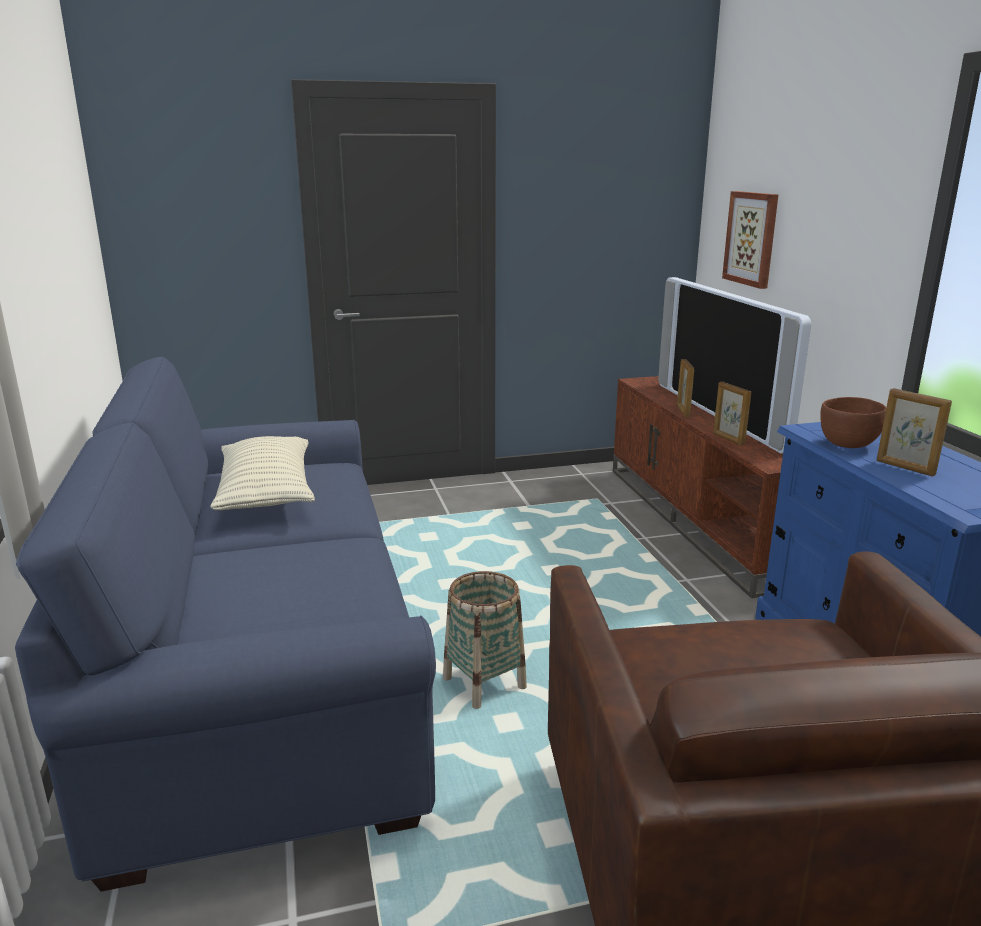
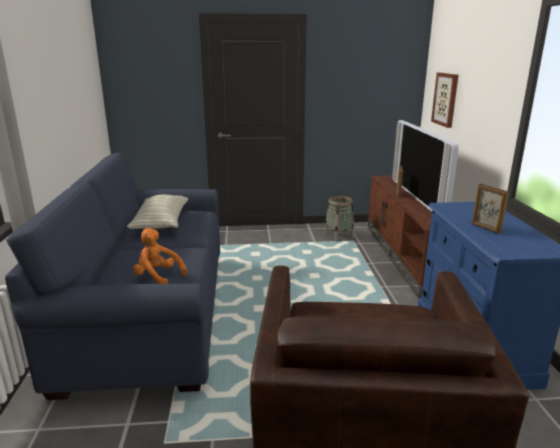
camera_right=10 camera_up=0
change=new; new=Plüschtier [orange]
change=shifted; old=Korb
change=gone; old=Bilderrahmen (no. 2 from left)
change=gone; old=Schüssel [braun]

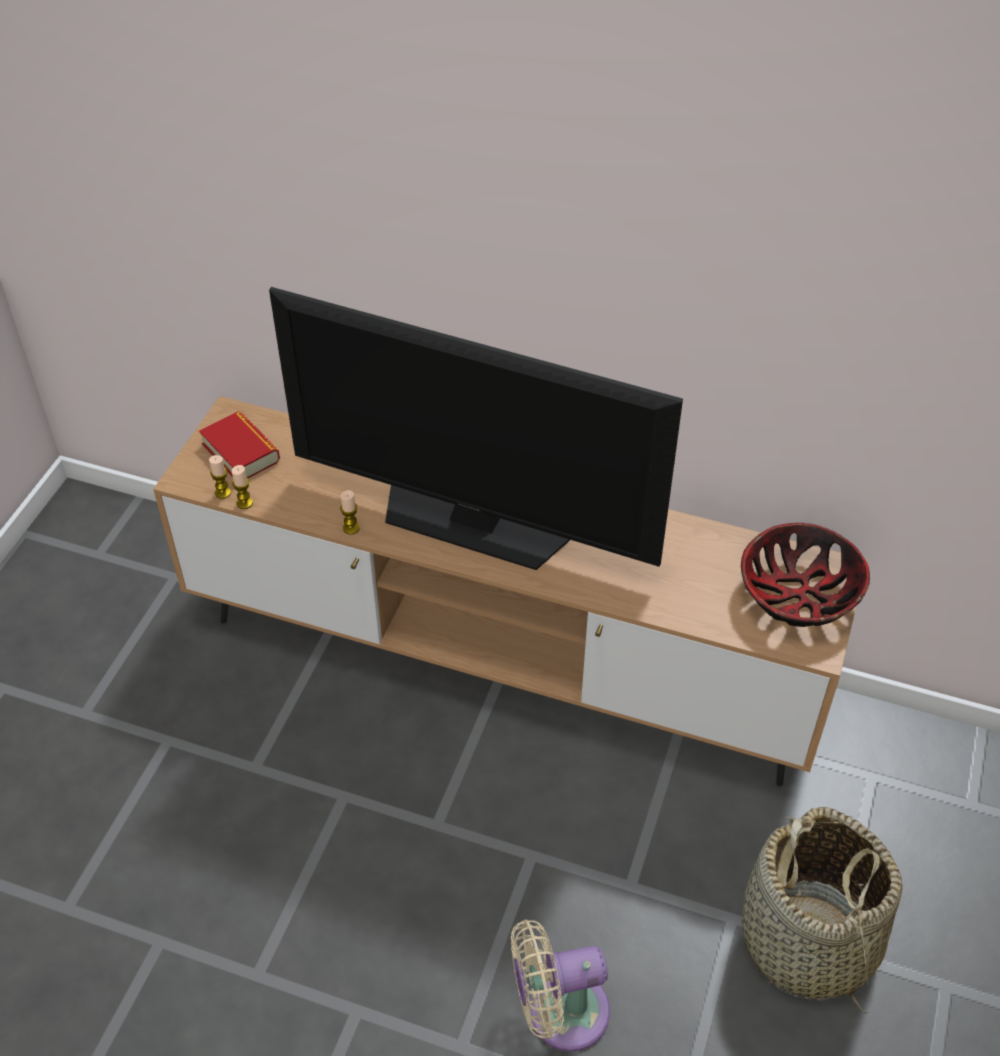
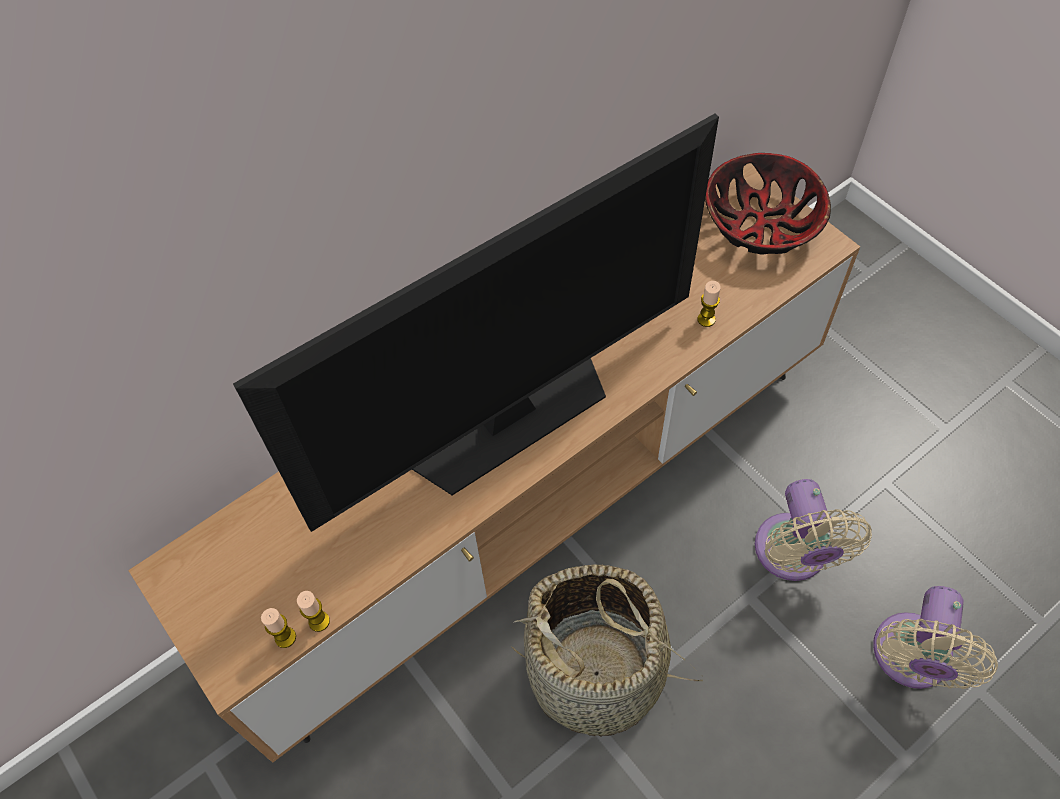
camera_right=-55 camera_up=10
change=shifted; old=Korb
change=shifted; old=Kerze (no. 3 from left)
change=new; new=Ventilator [beige] (no. 1 from left)
change=gone; old=Buch

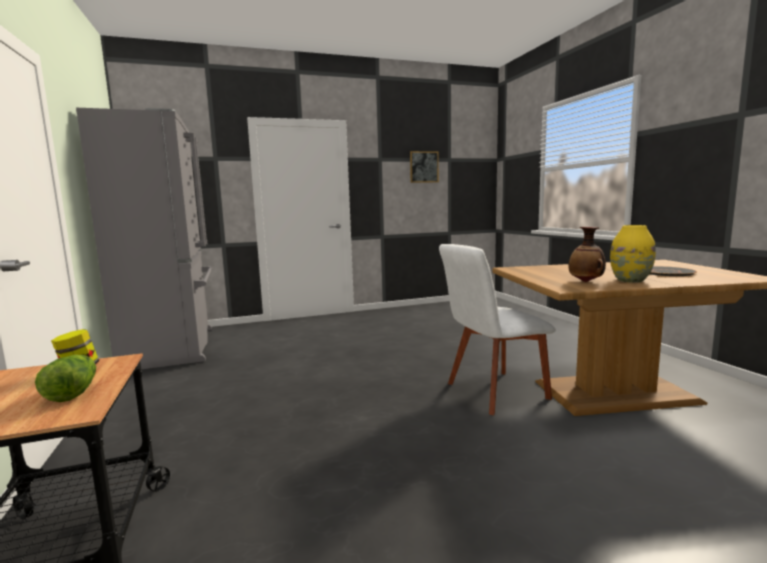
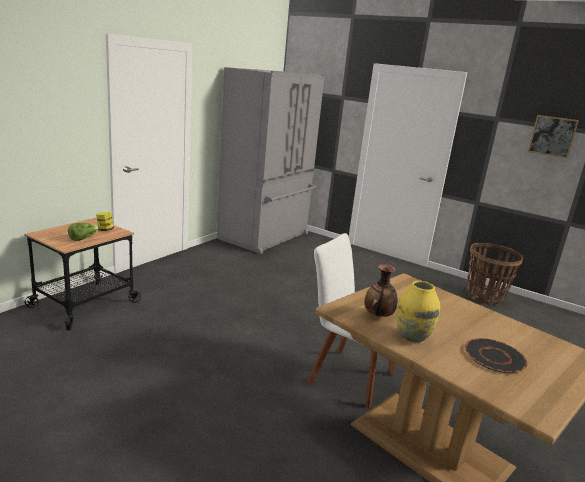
camera_right=50 camera_up=10
change=new; new=Korb

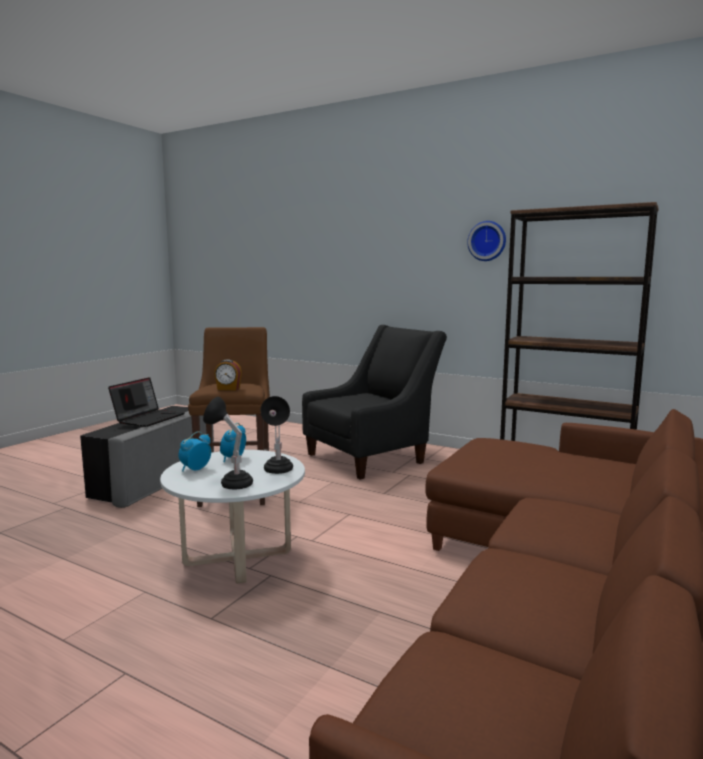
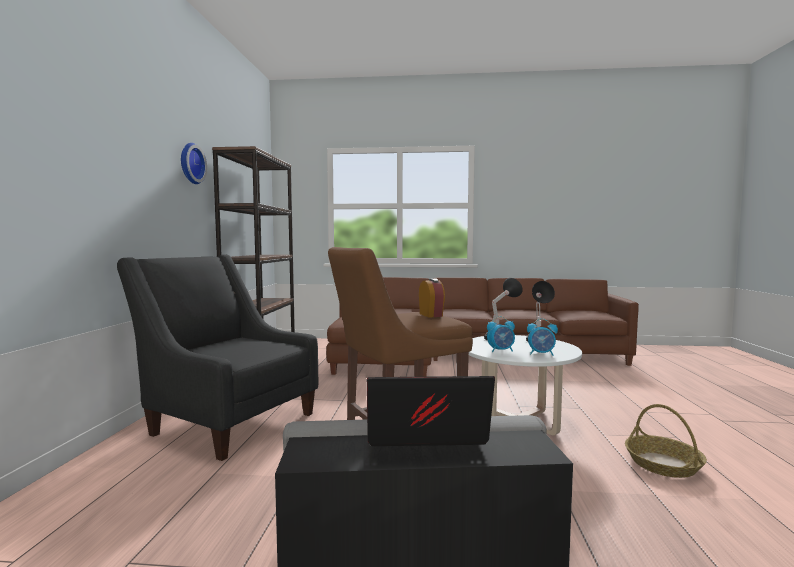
camera_right=-115 camera_up=-5
change=new; new=Korb

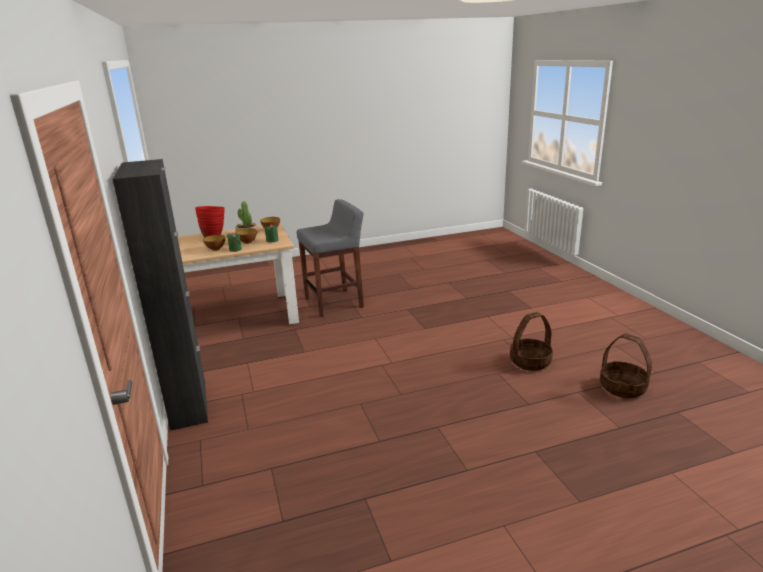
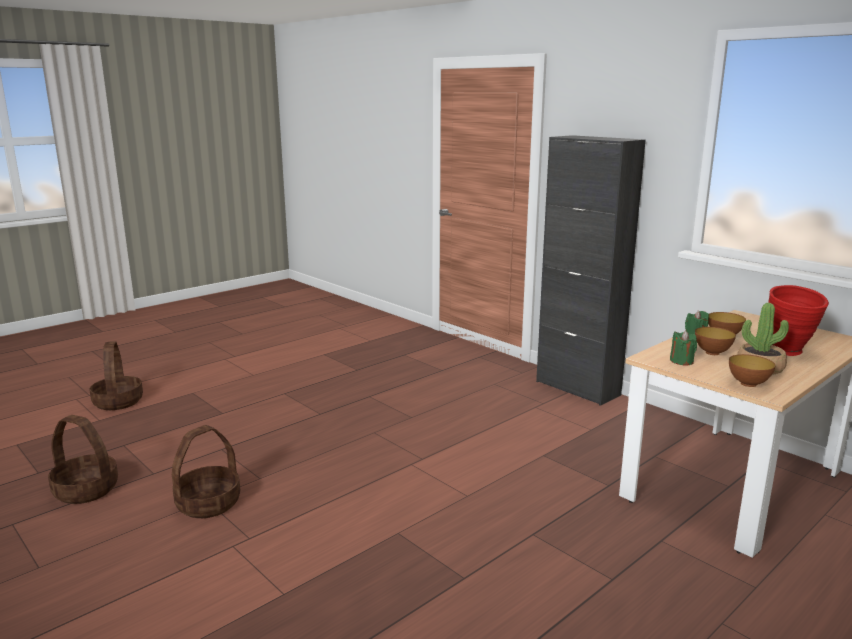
camera_right=155 camera_up=-5
change=new; new=Korb (no. 2 from left)
change=gone; old=Hocker [grau]

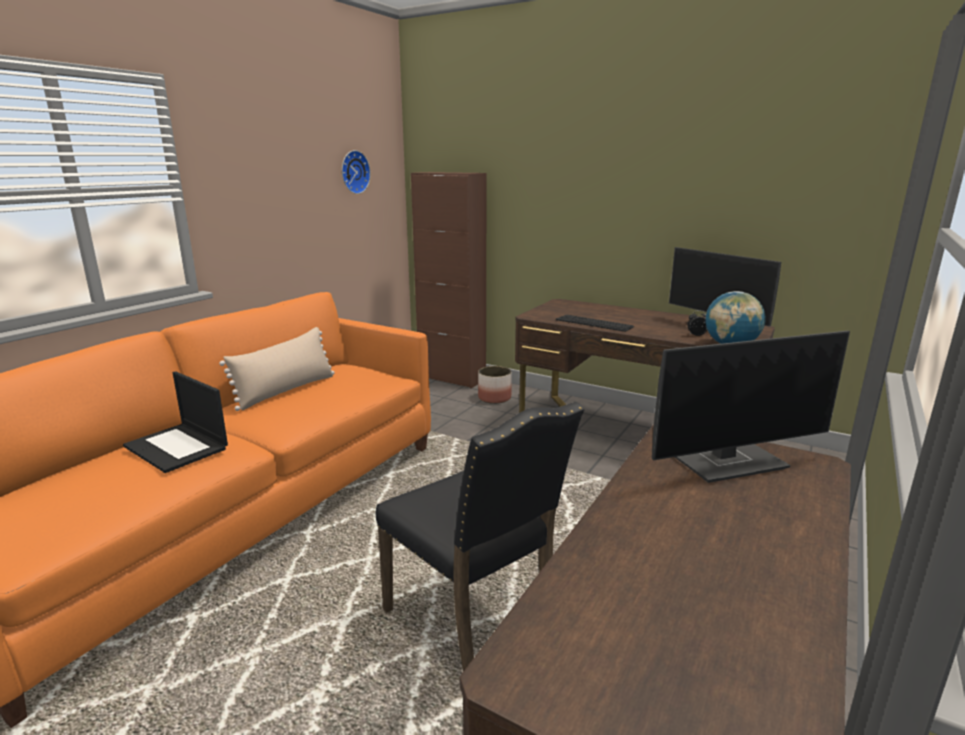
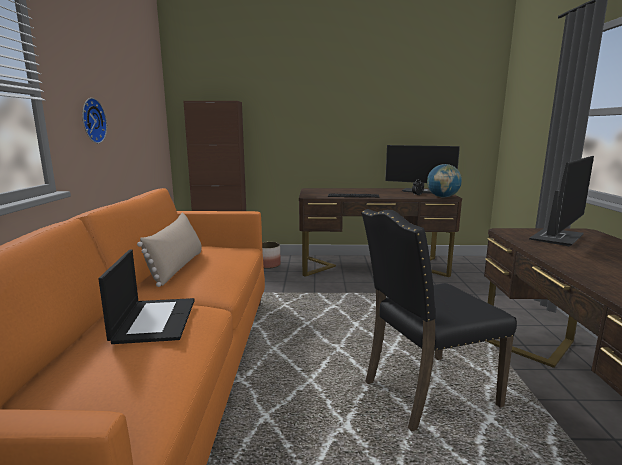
camera_right=-30 camera_up=-5
change=shifted; old=Wanduhr
change=rotated; old=Laptop; degrees=-105
change=rotated; old=Stuhl [schwarz]; degrees=135

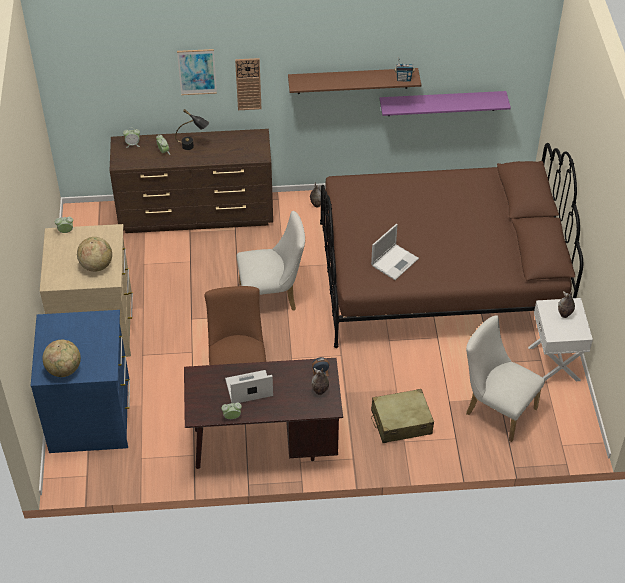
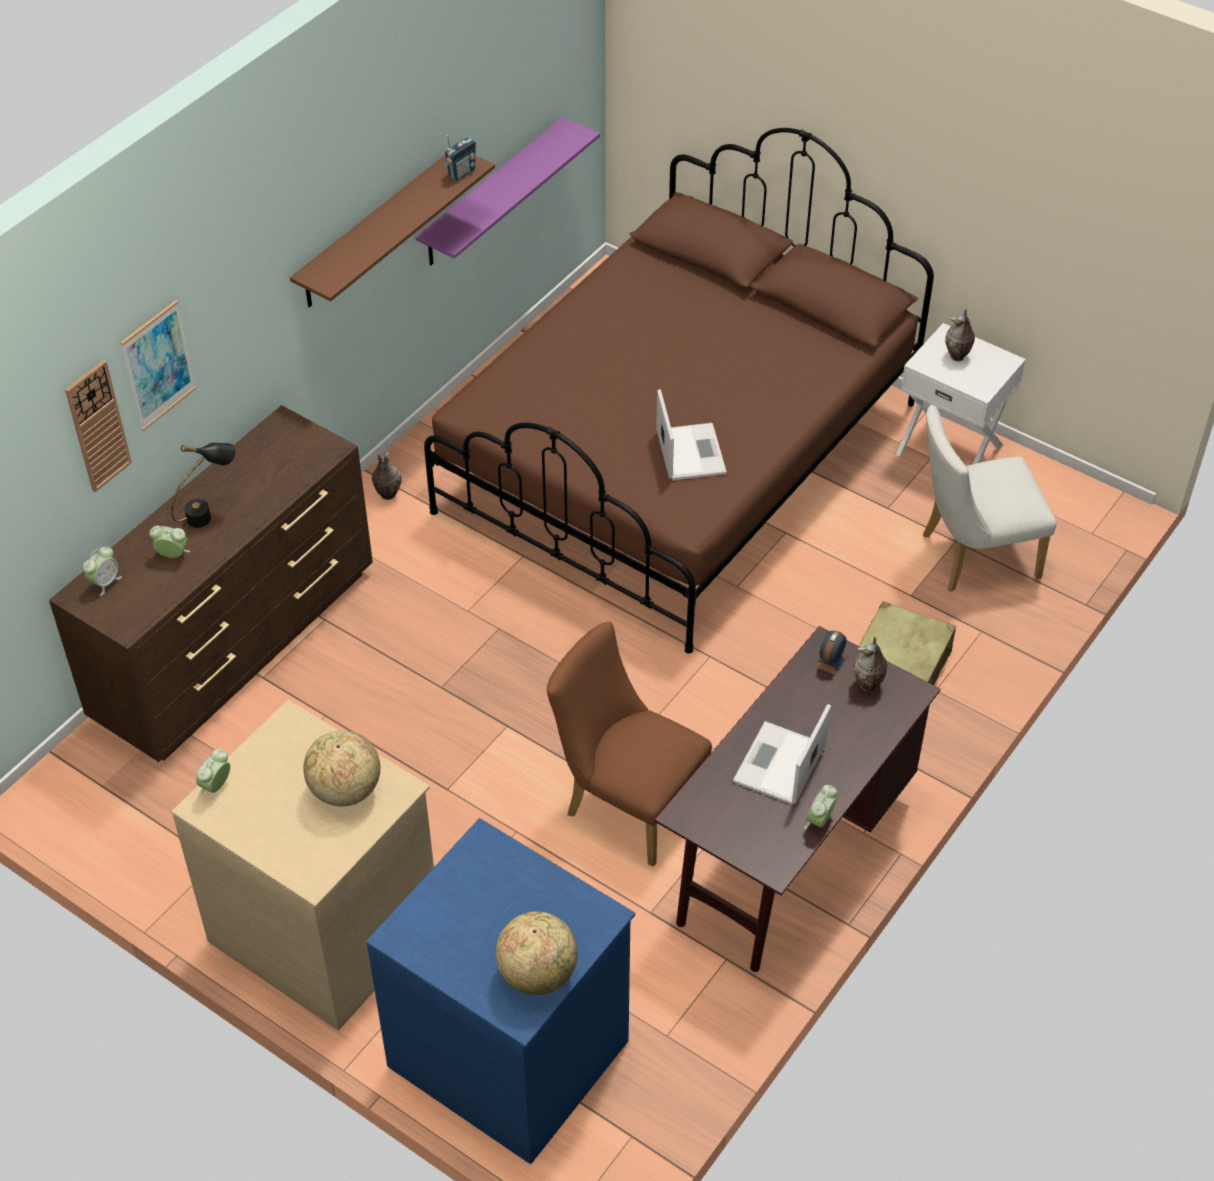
camera_right=-50 camera_up=0
change=shifted; old=Wanduhr
change=gone; old=Stuhl [weiß] (no. 1 from left)

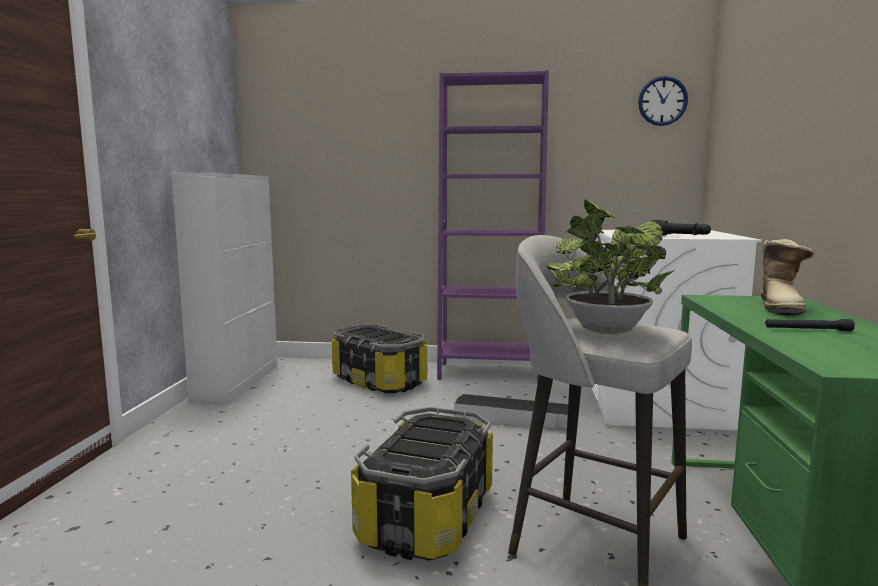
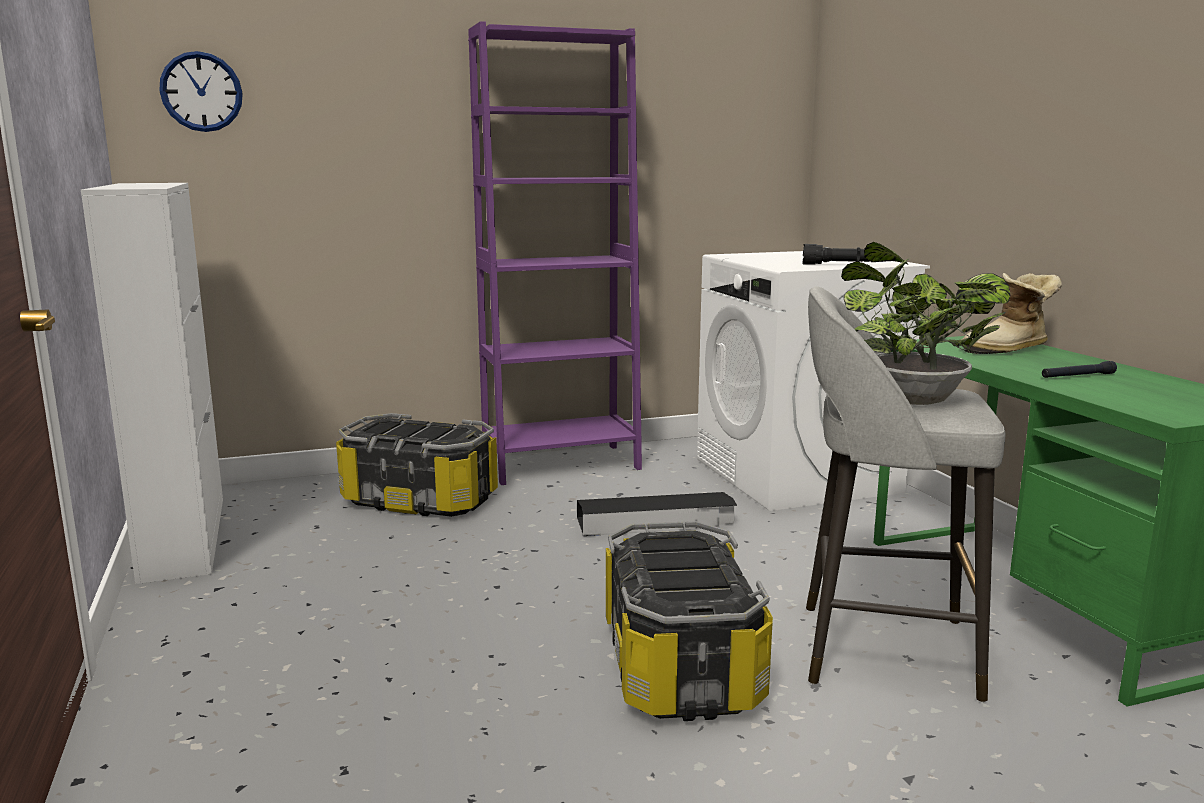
camera_right=-25 camera_up=5
change=shifted; old=Wanduhr
change=rotated; old=Stiefel; degrees=75

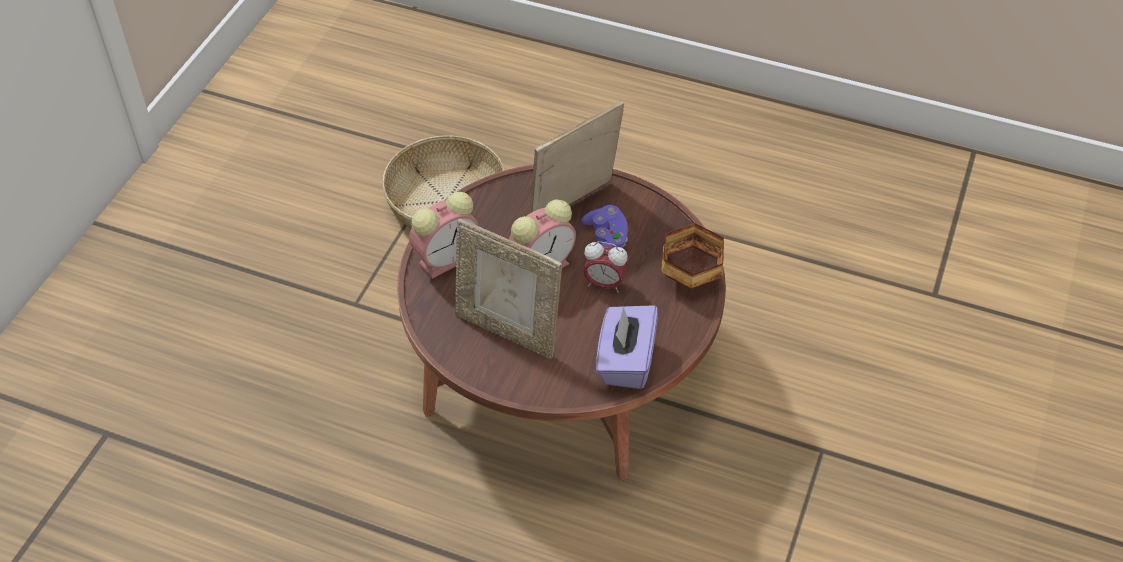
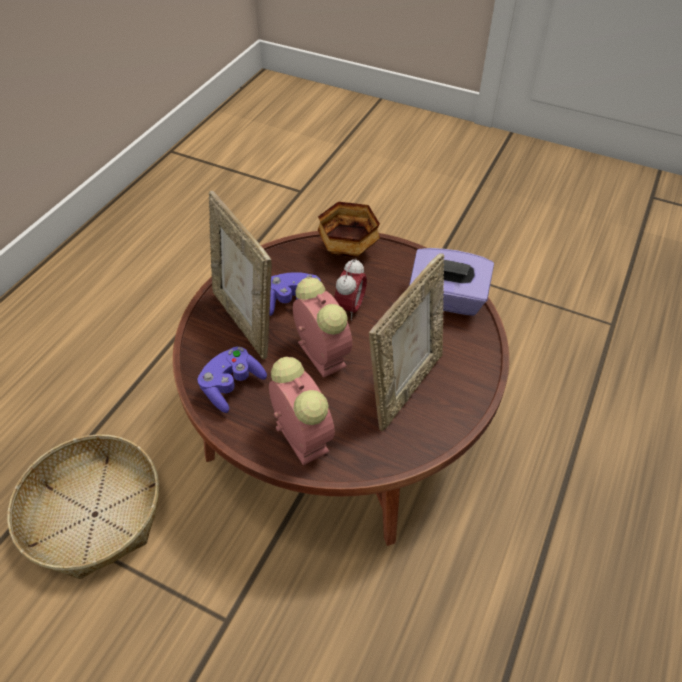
camera_right=-85 camera_up=0
change=new; new=Gamepad [lila] (no. 1 from left)

